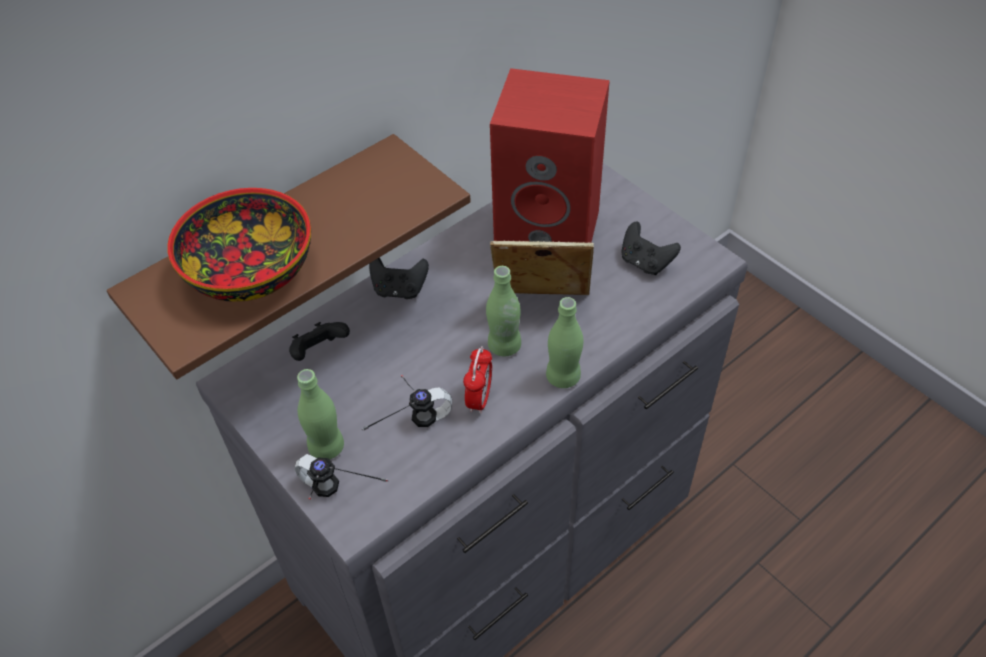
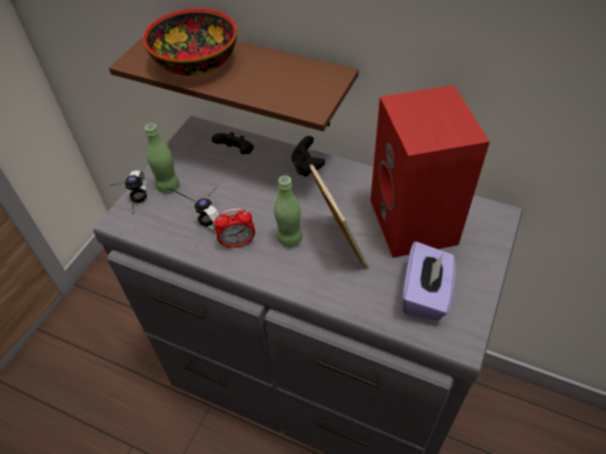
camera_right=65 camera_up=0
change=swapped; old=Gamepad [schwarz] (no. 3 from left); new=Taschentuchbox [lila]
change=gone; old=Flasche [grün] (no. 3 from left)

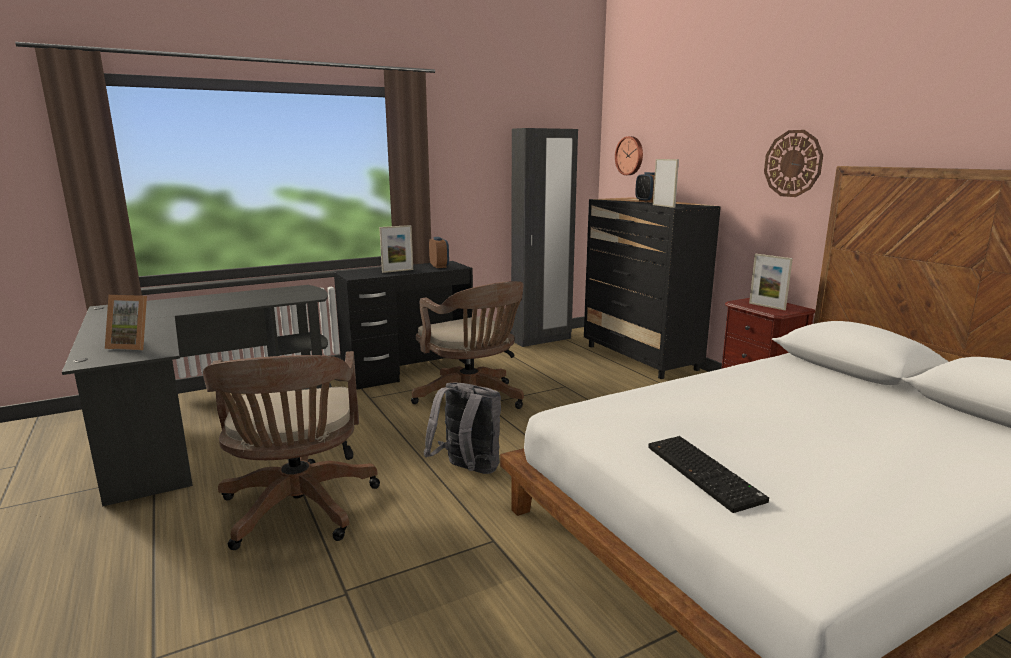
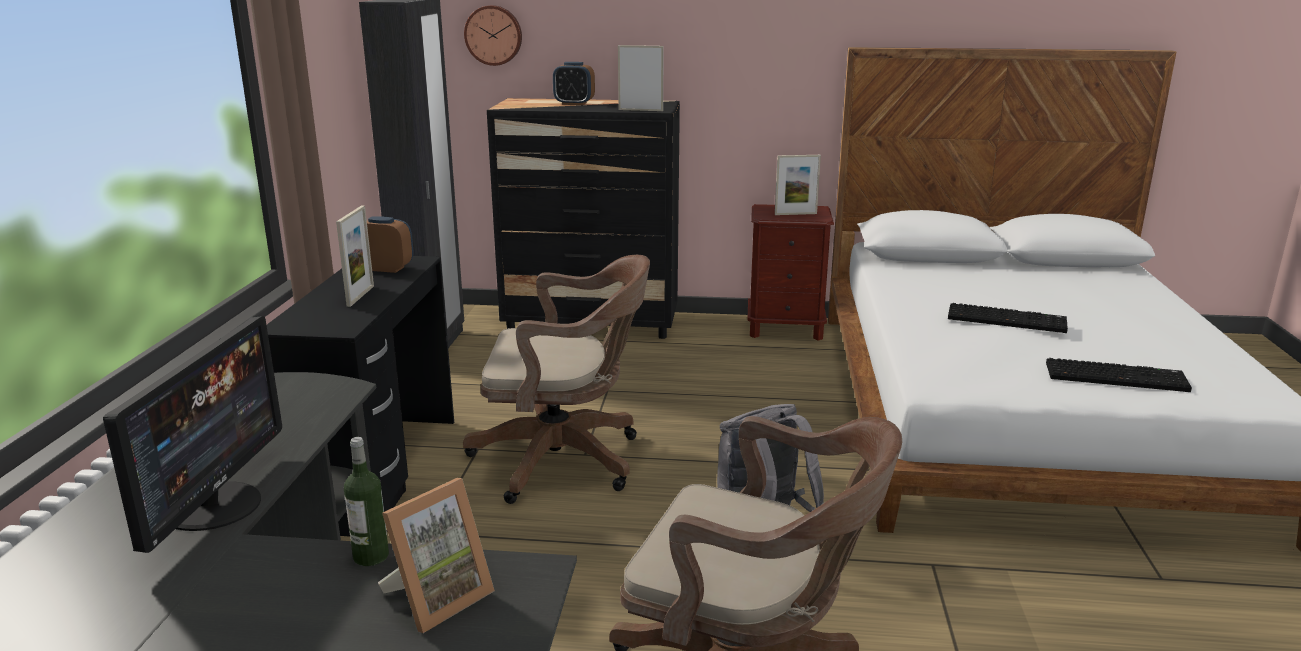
camera_right=-55 camera_up=5
change=new; new=Monitor
change=new; new=Flasche
change=new; new=Tastatur (no. 1 from left)
change=gone; old=Wanduhr (no. 2 from left)

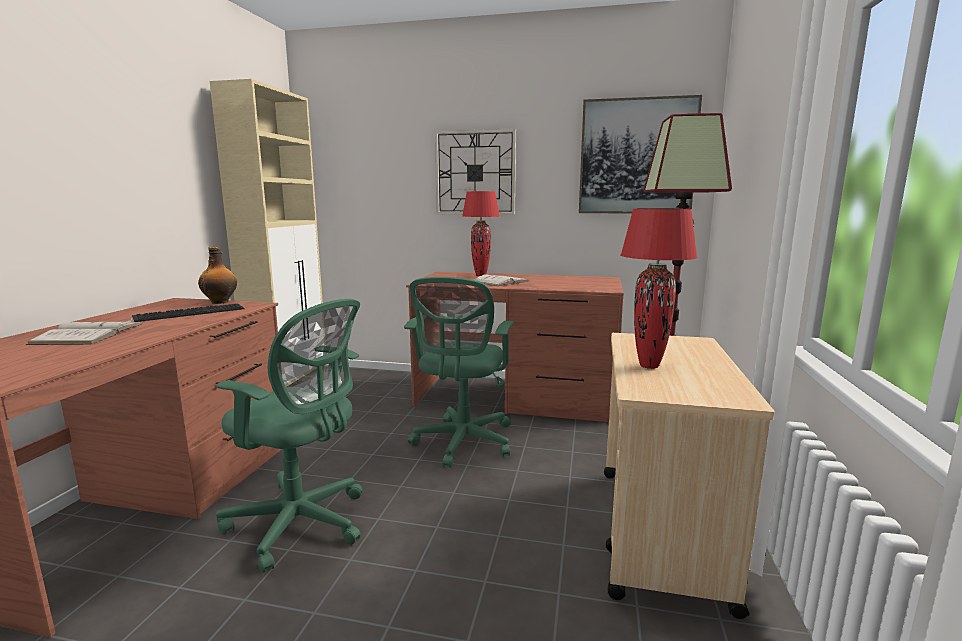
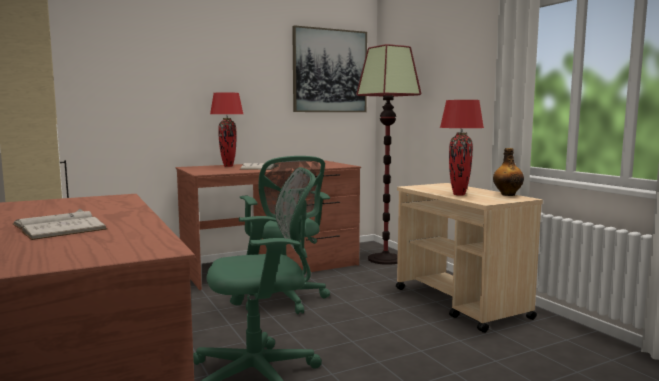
camera_right=-40 camera_up=-5
change=shifted; old=Flasche
change=gone; old=Tastatur
change=gone; old=Wanduhr

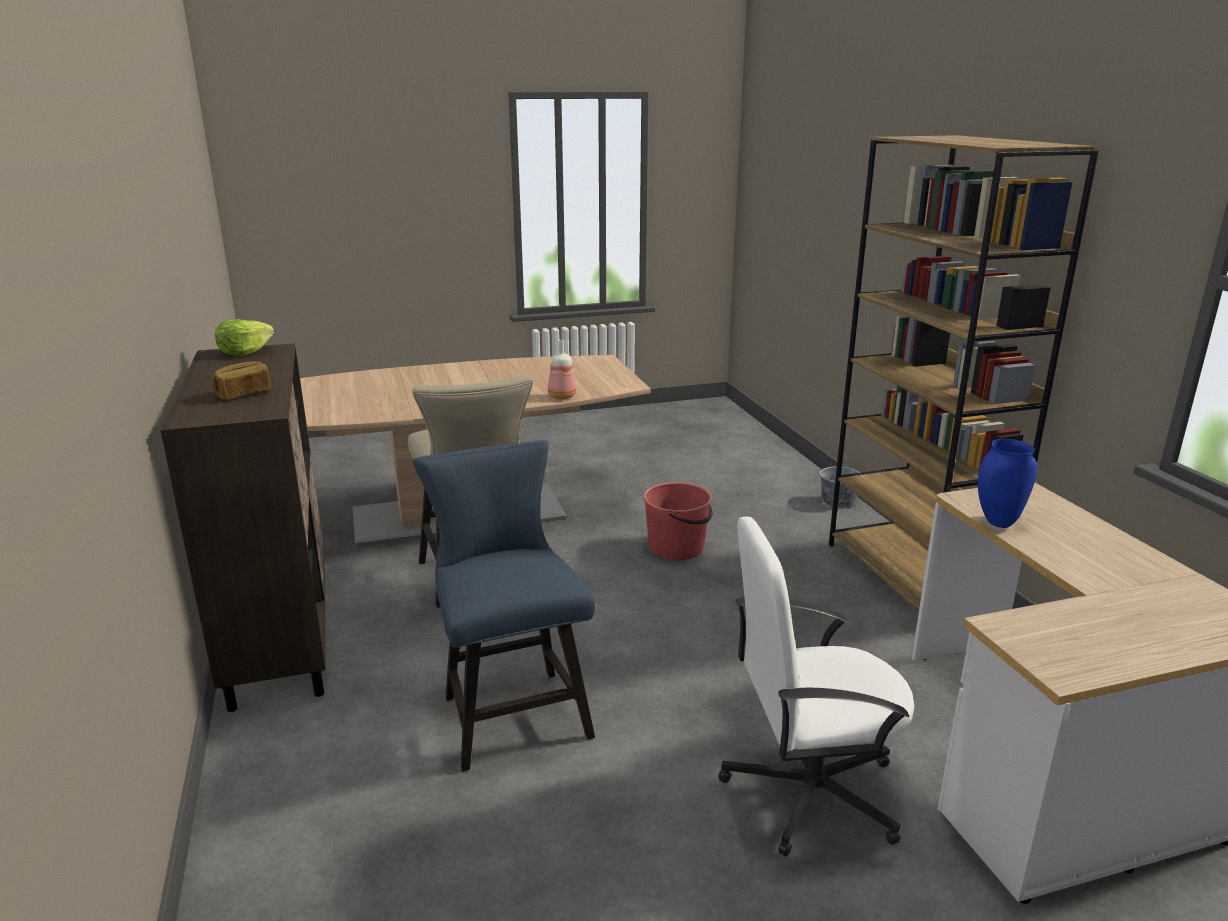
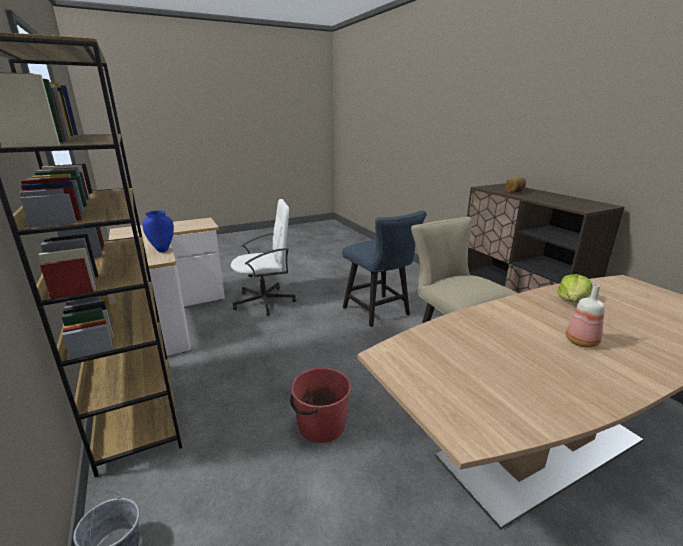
camera_right=170 camera_up=0
change=shifted; old=Salatkopf
change=shifted; old=Flasche

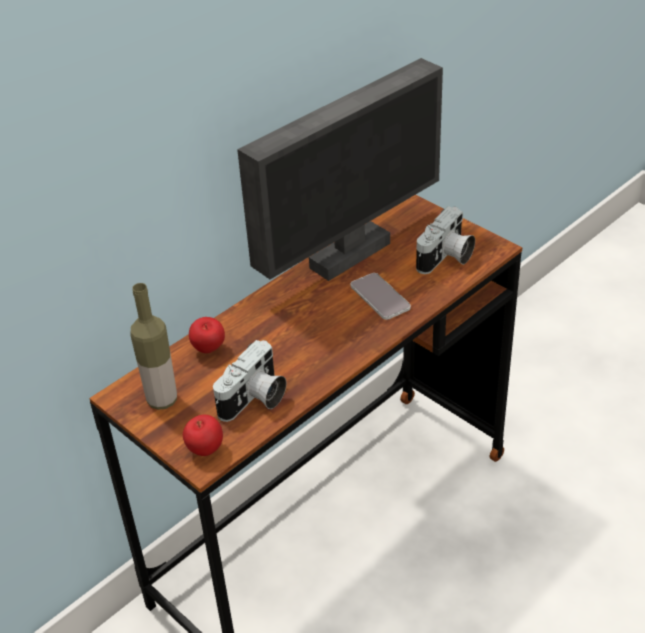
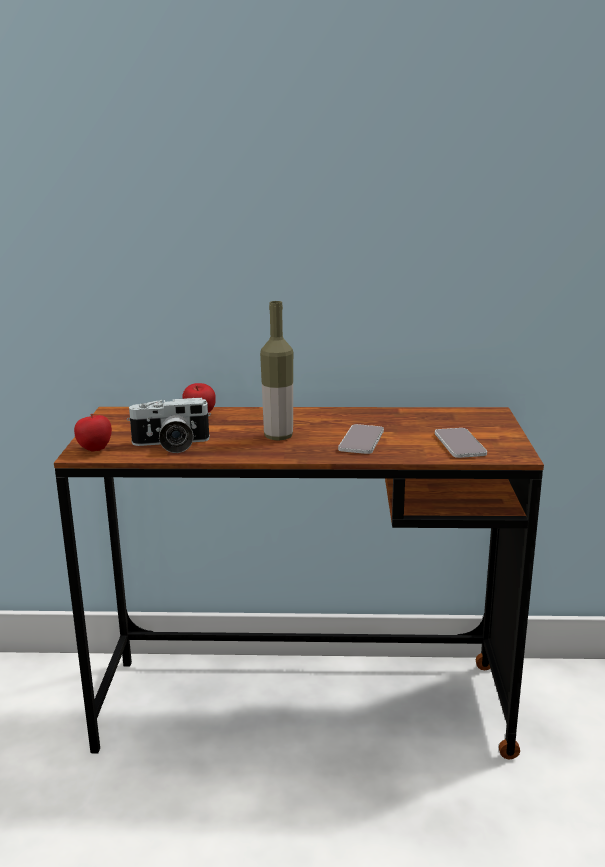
camera_right=45 camera_up=-20
change=shifted; old=Flasche
change=swapped; old=Kamera (no. 2 from left); new=Handy (no. 2 from left)
change=gone; old=Monitor

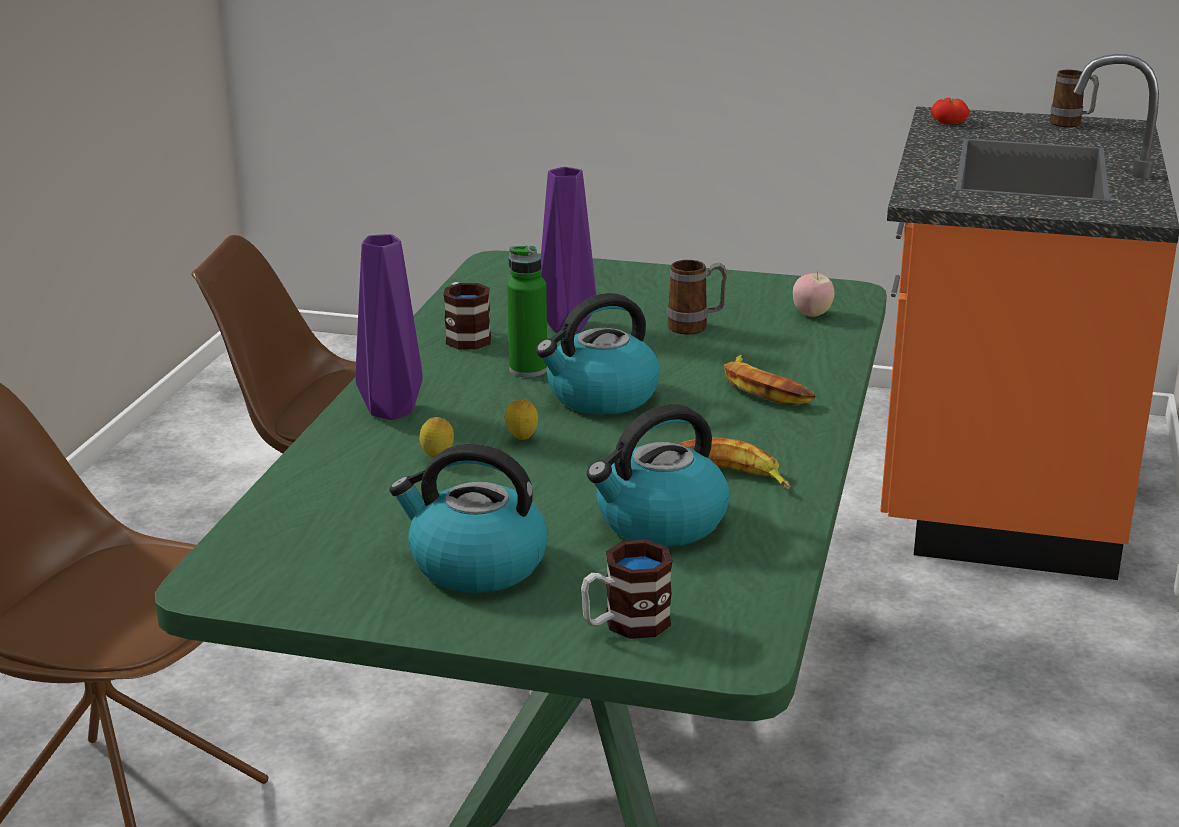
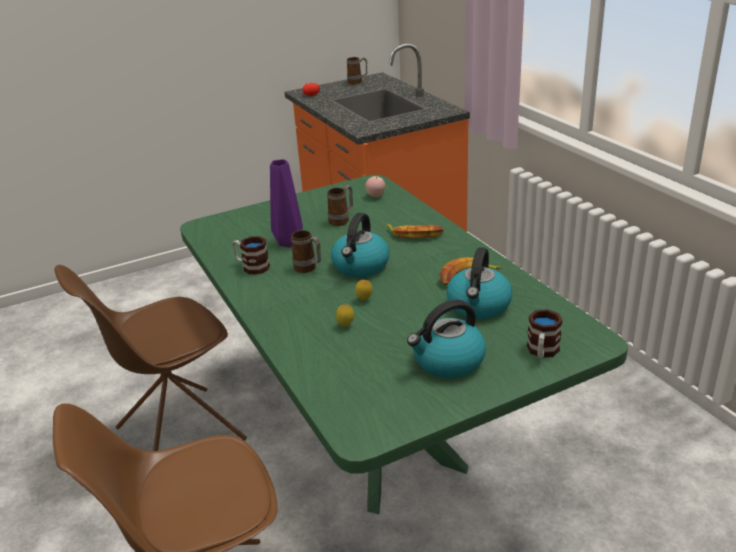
camera_right=-40 camera_up=5
change=swapped; old=Flasche [grün]; new=Henkelbecher (no. 2 from left)
change=gone; old=Vase [lila] (no. 1 from left)

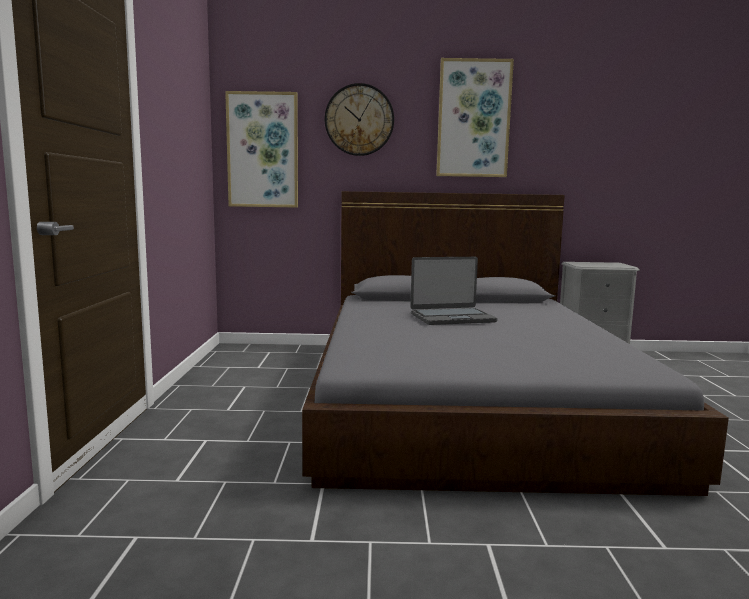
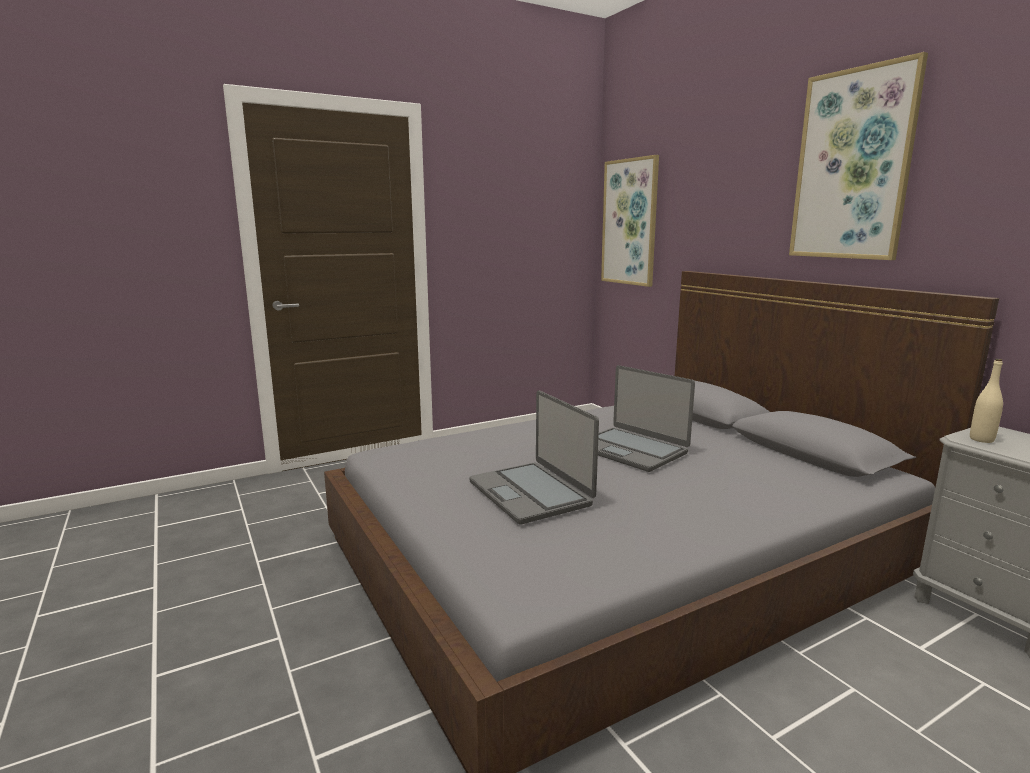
camera_right=60 camera_up=5
change=new; new=Laptop (no. 1 from left)
change=new; new=Flasche [beige]
change=gone; old=Wanduhr

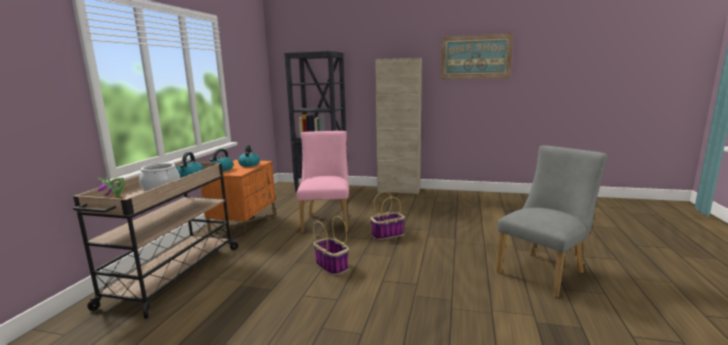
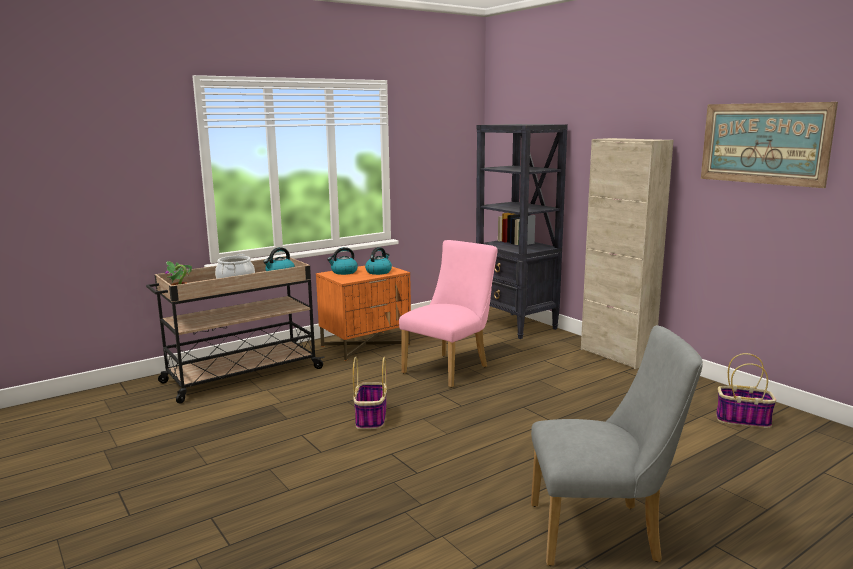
camera_right=40 camera_up=0
change=shifted; old=Korb (no. 2 from left)

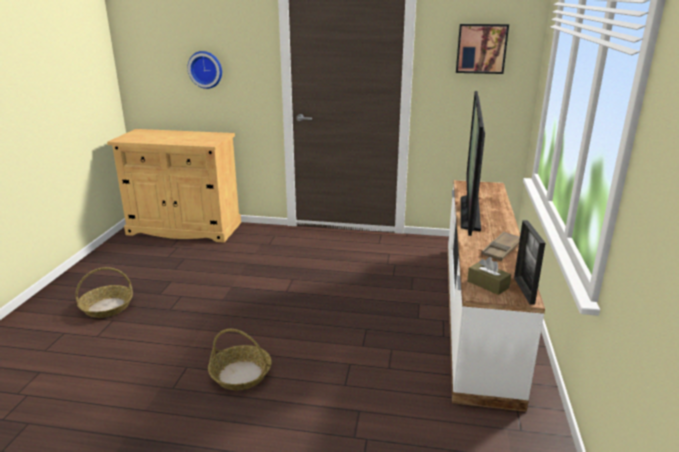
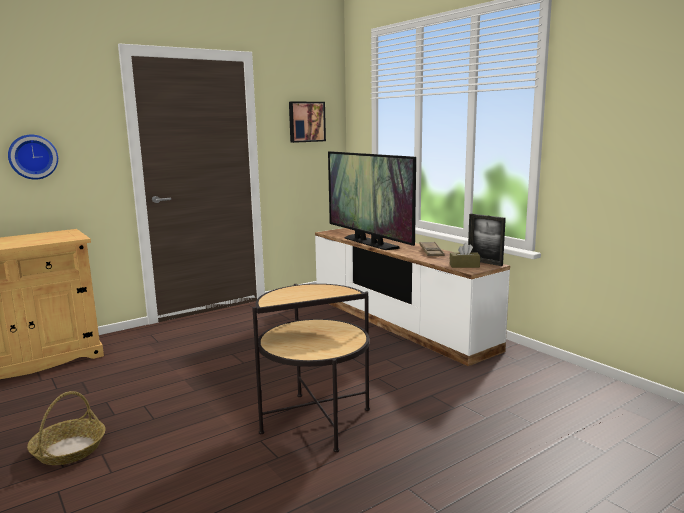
camera_right=-45 camera_up=-10
change=swapped; old=Korb (no. 2 from left); new=Beistelltisch

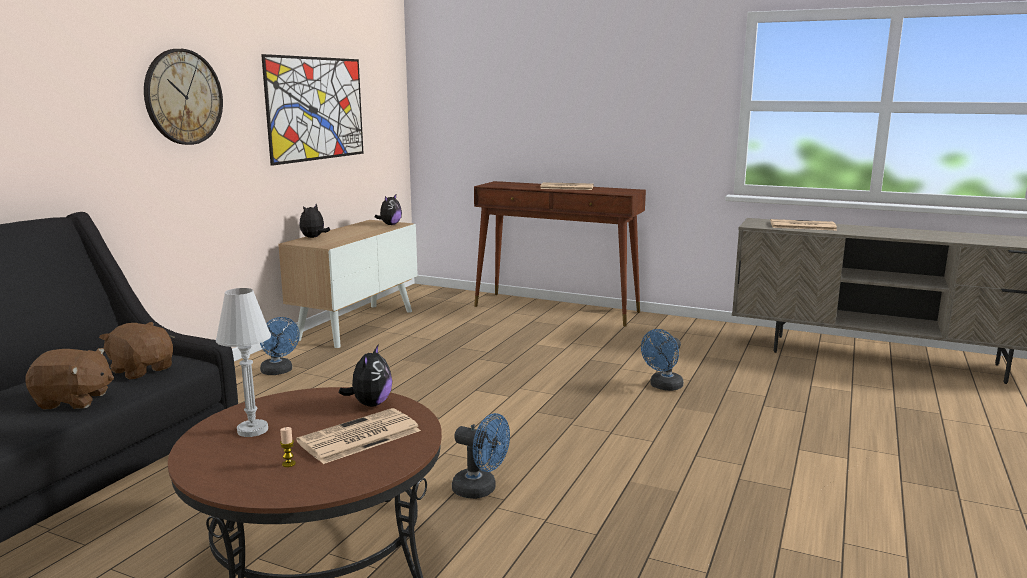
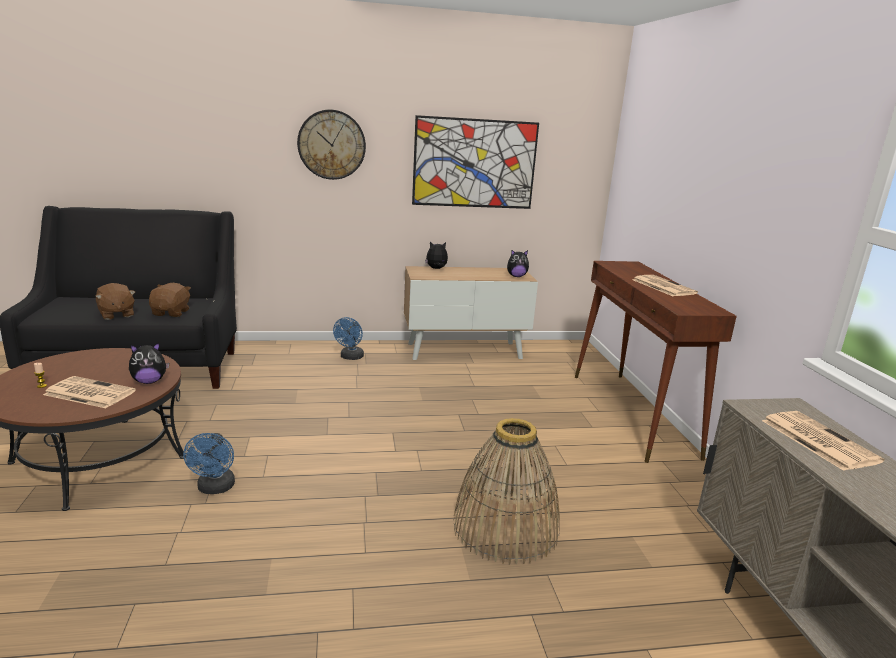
camera_right=55 camera_up=5
change=swapped; old=Ventilator [blau] (no. 3 from left); new=Korb
change=gone; old=Tischlampe [weiß]

